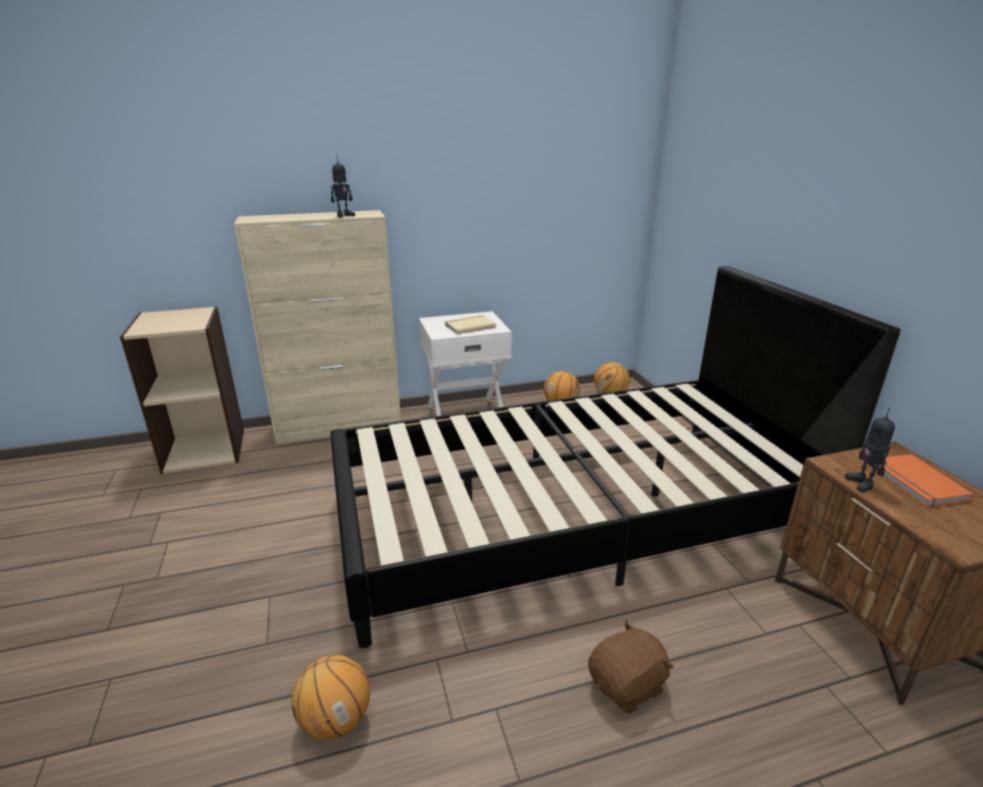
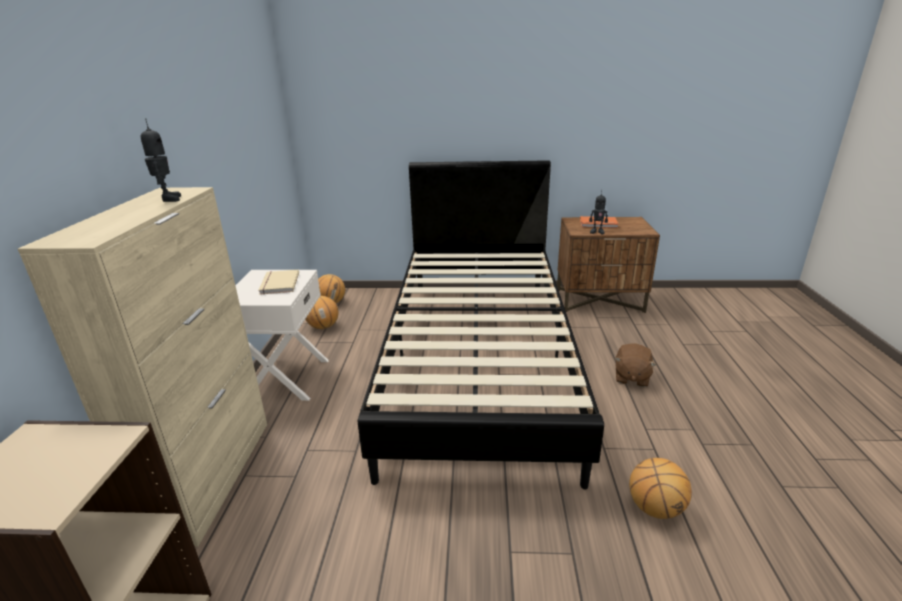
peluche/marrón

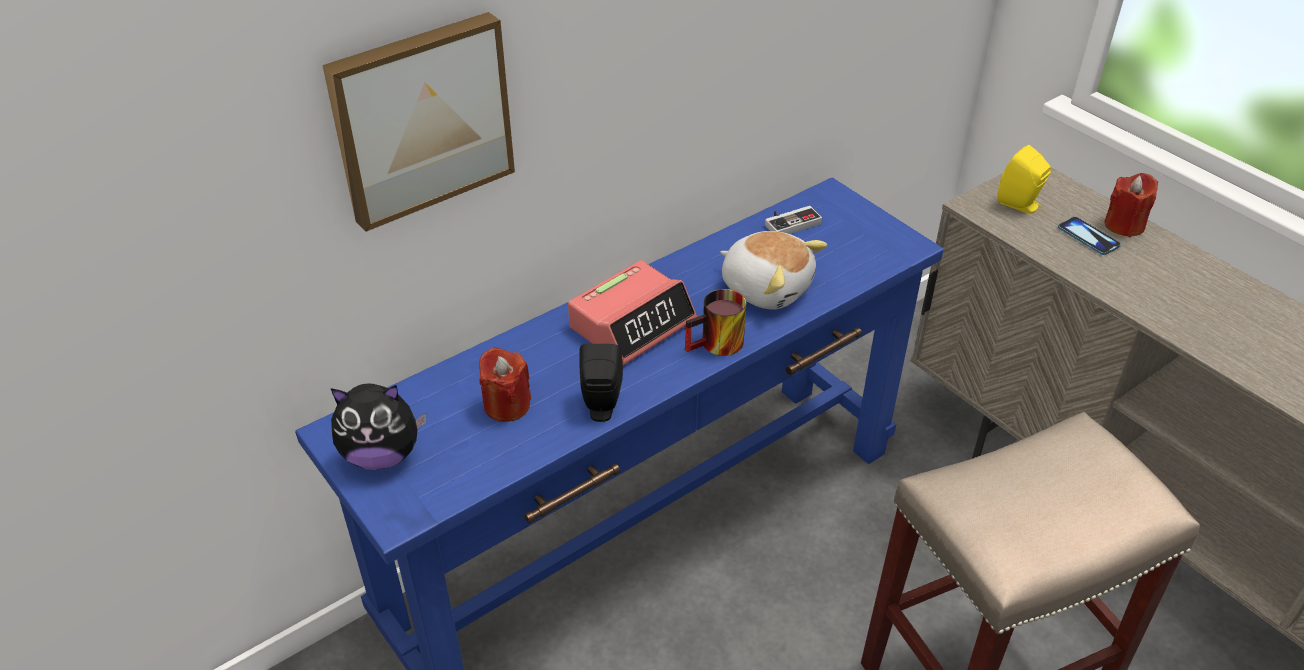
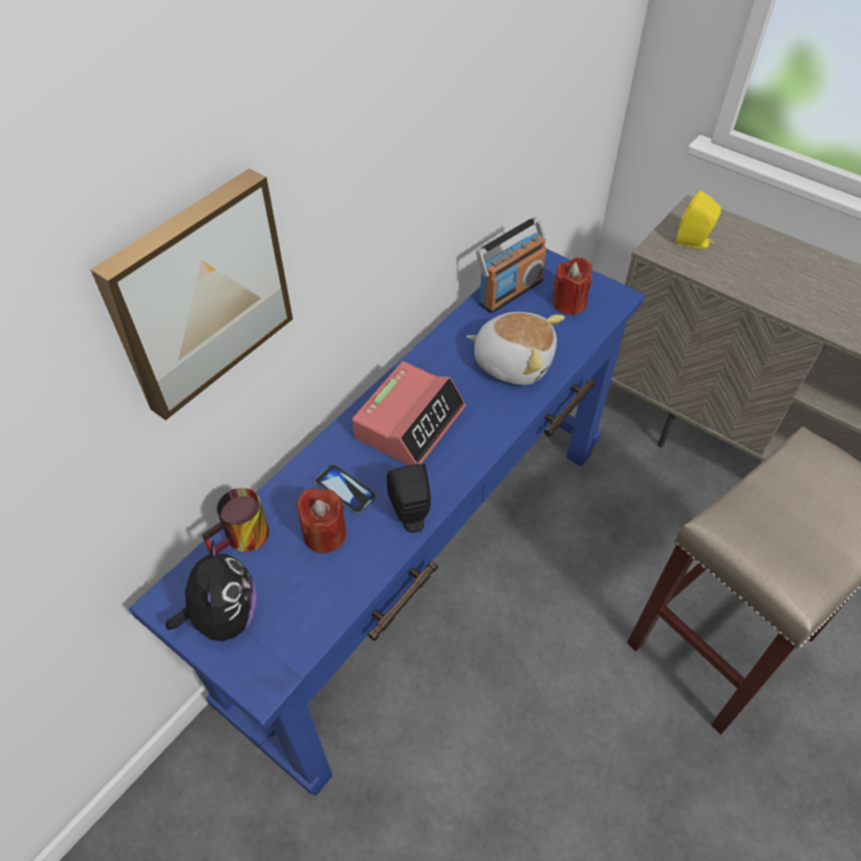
vela/rojo (2nd from left)
radio
móvil
taza grande
peluche (1st from left)

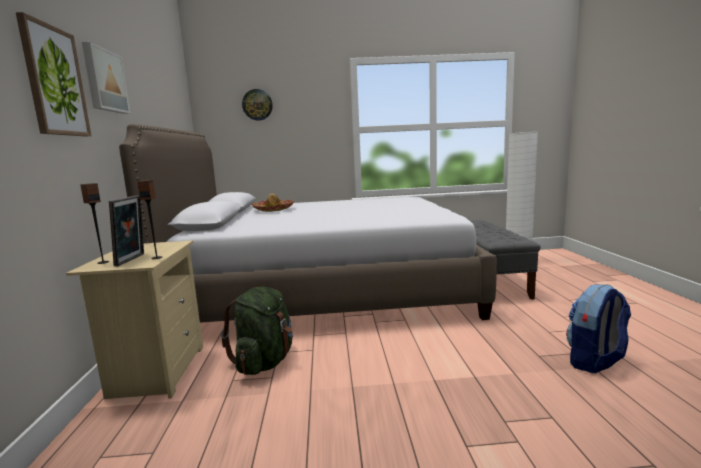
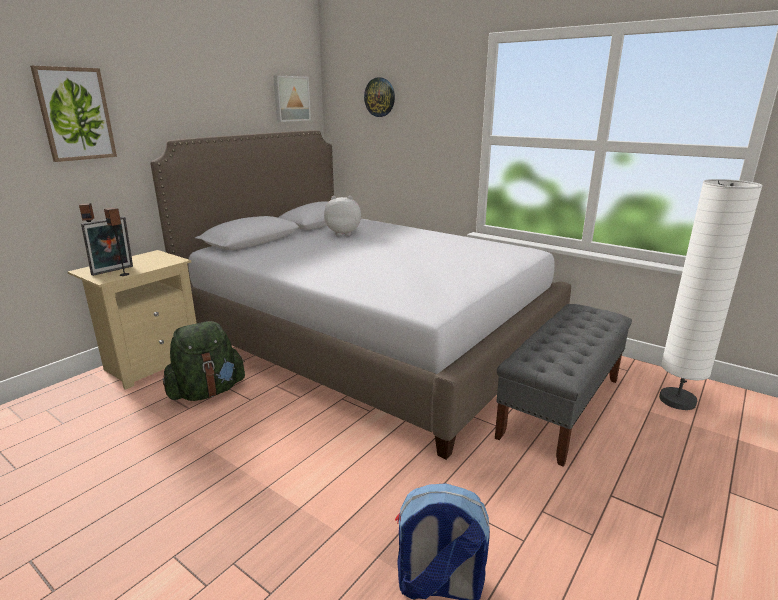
cuadro (2nd from left)
peluche

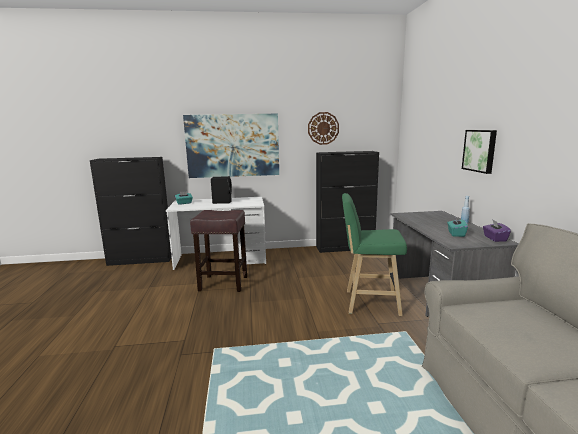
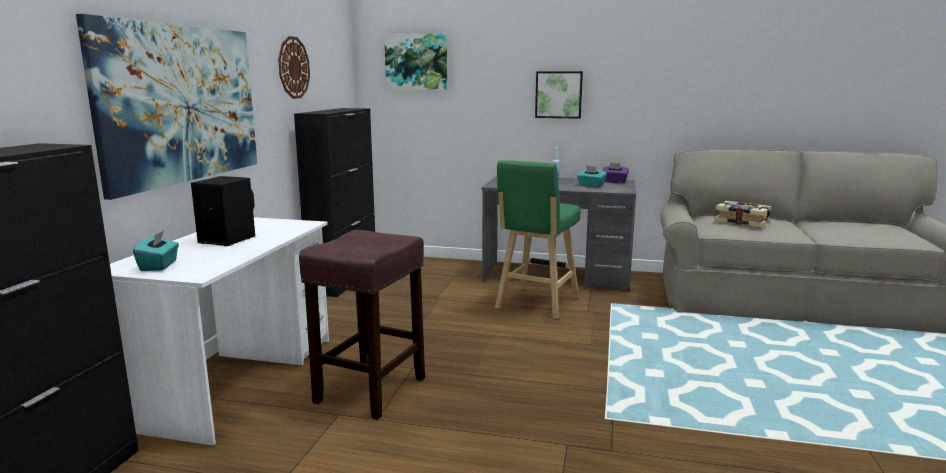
cuadro (2nd from left)
libro

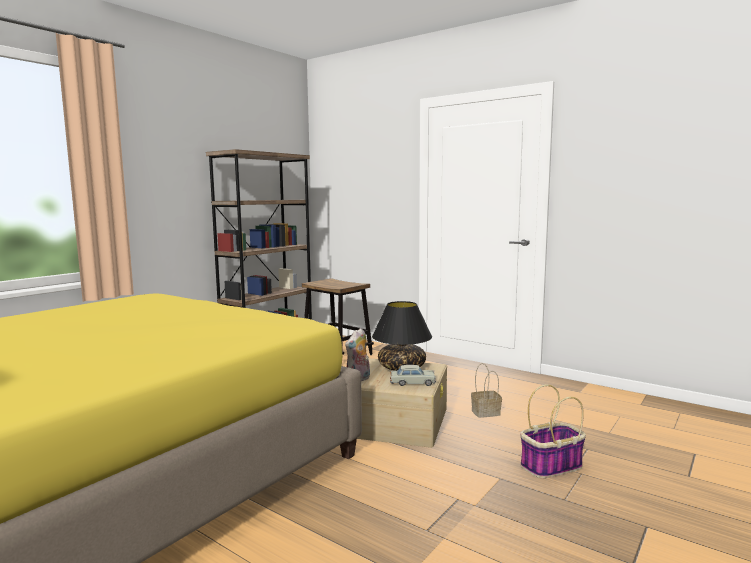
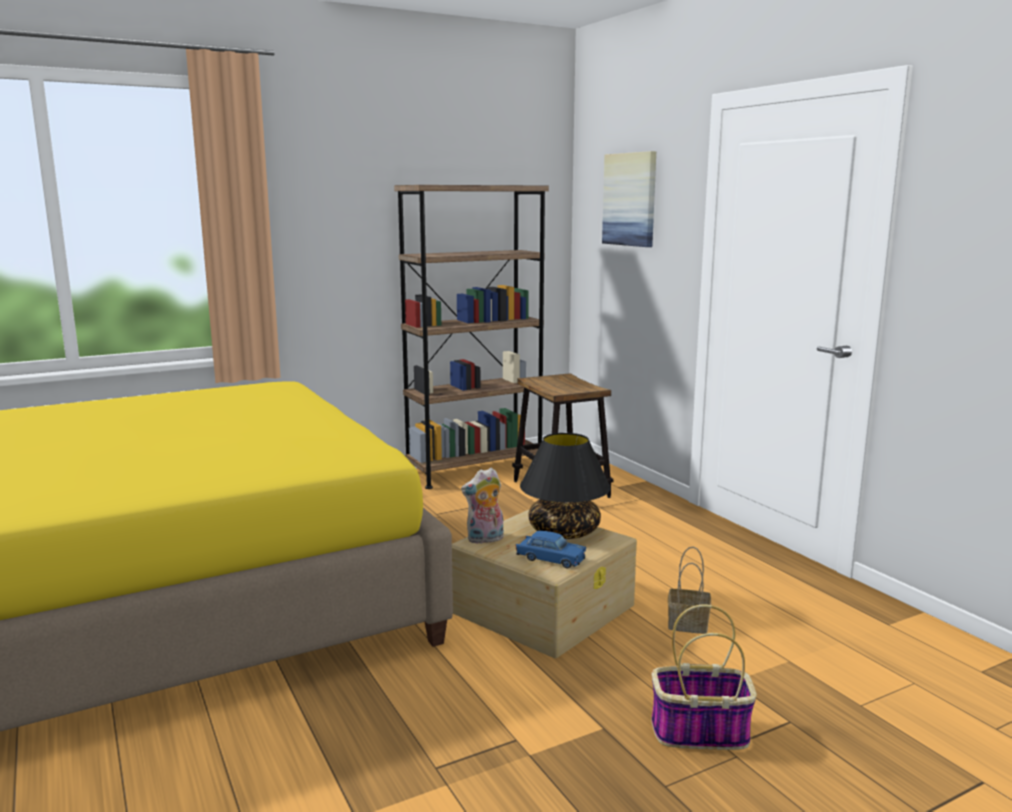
coche de juguete/azul
cuadro

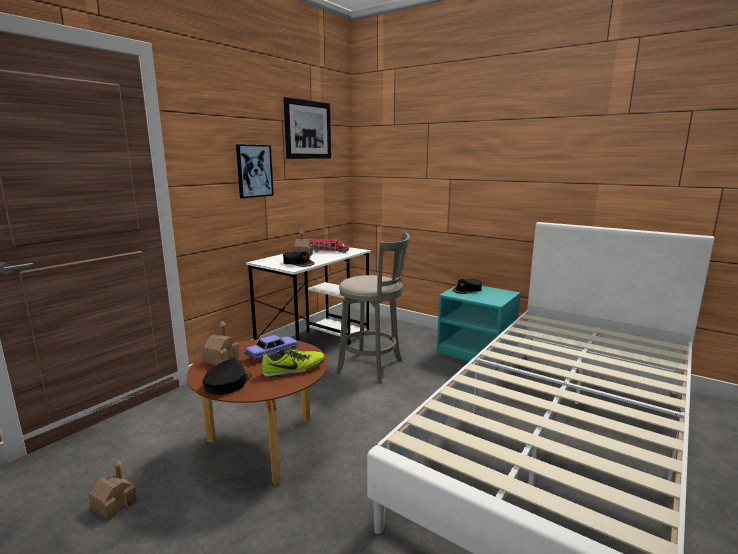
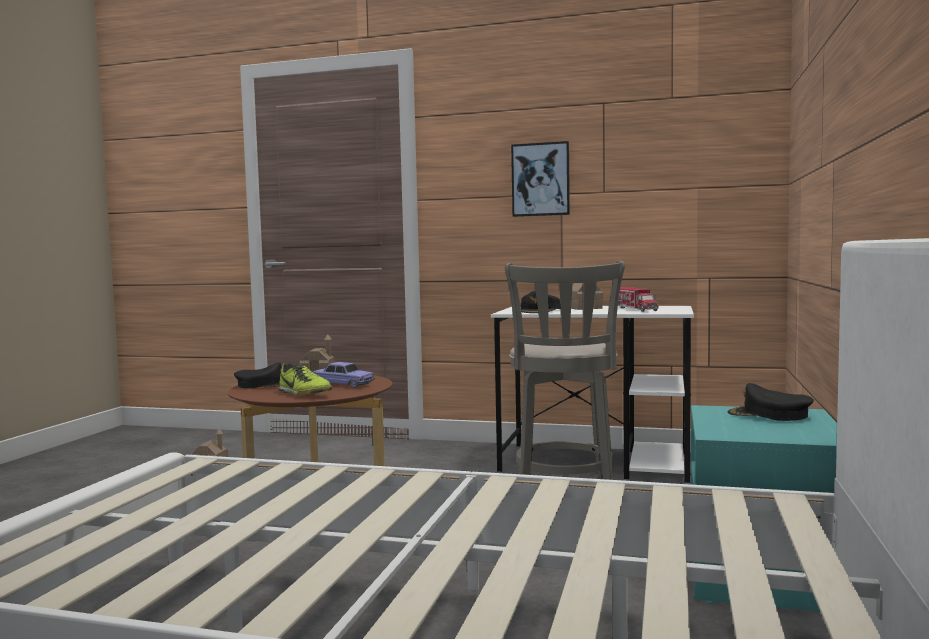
cuadro (2nd from left in the first image)

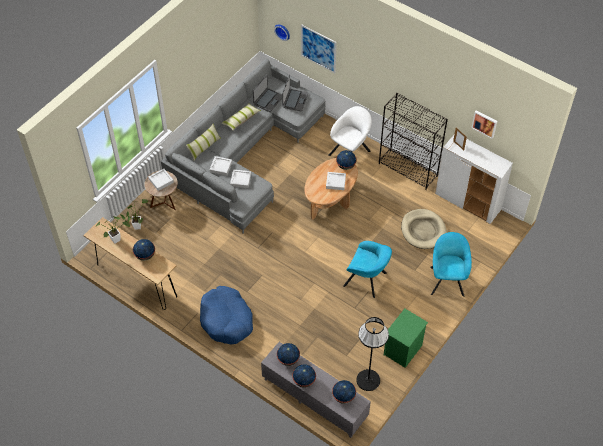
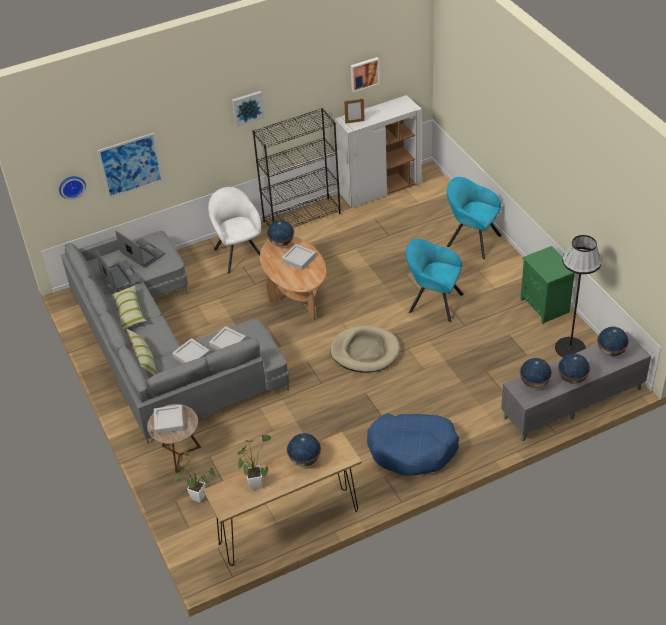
cama para perro/beis
sillón/turquesa (1st from left)
cuadro (2nd from left)

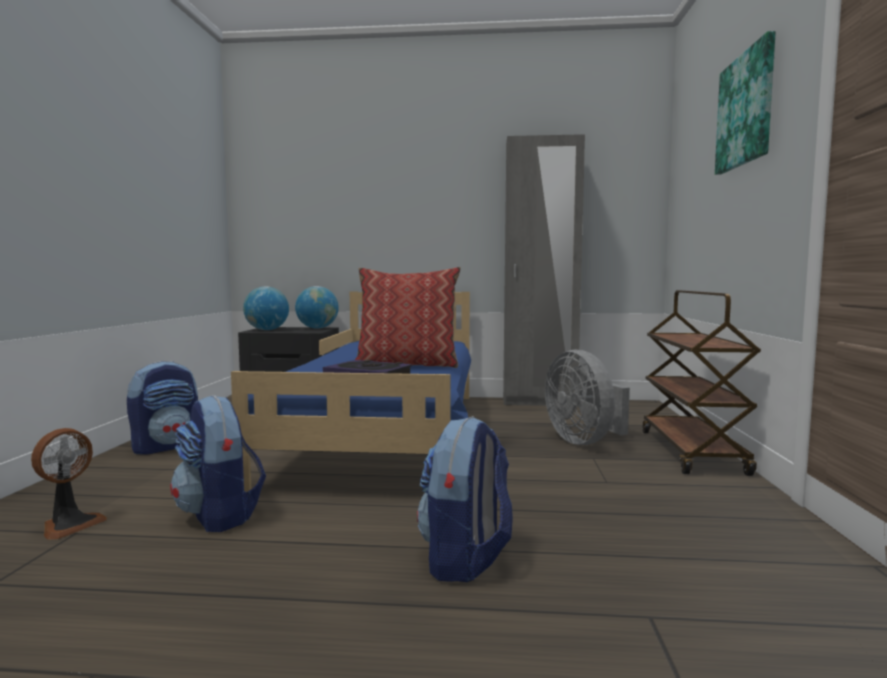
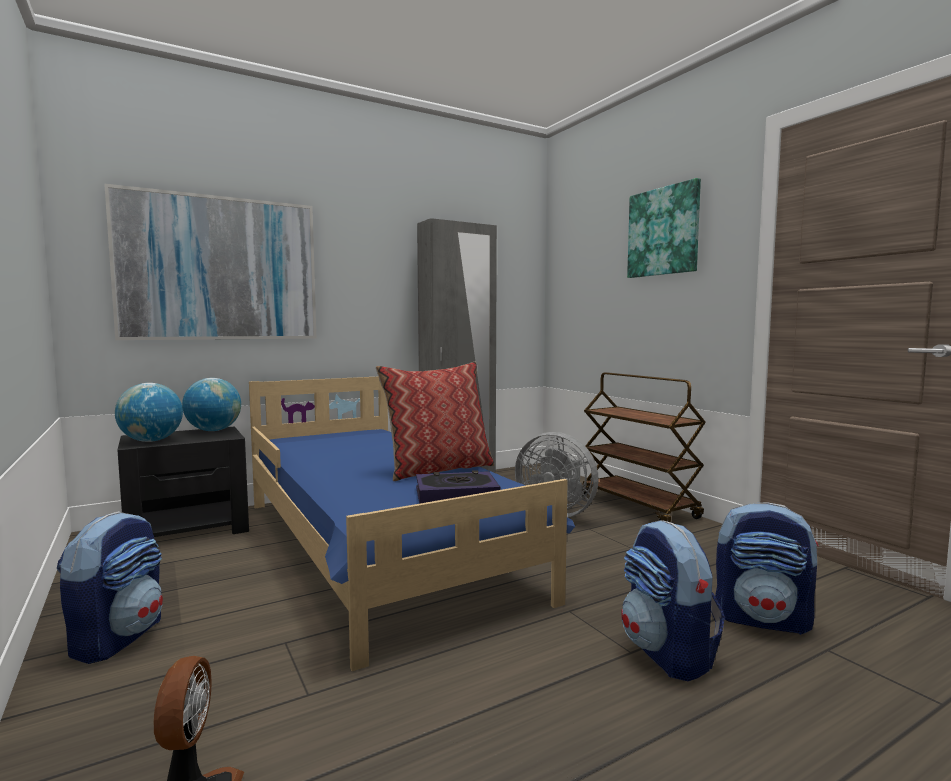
mochila (3rd from left)
cuadro (1st from left)

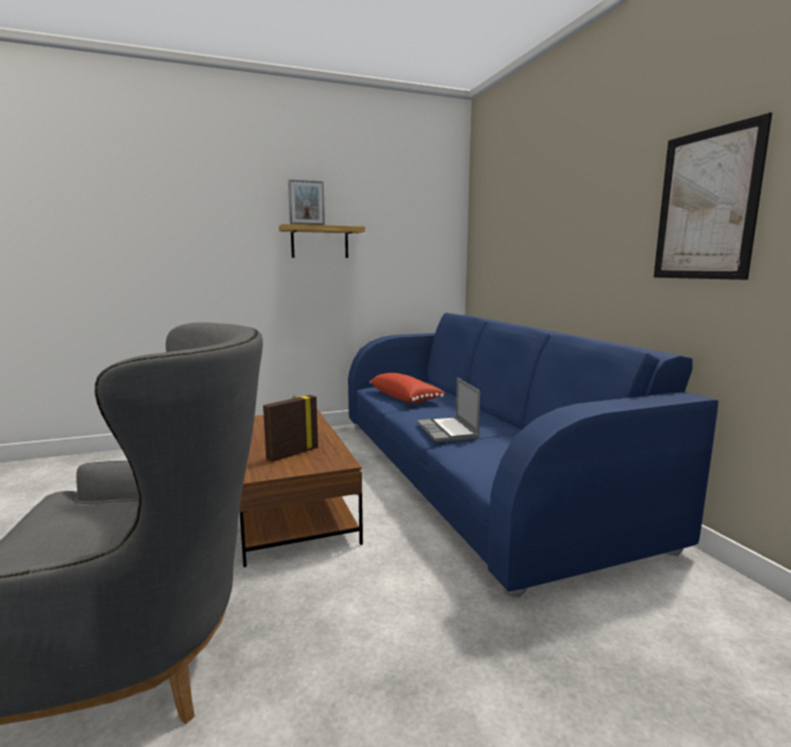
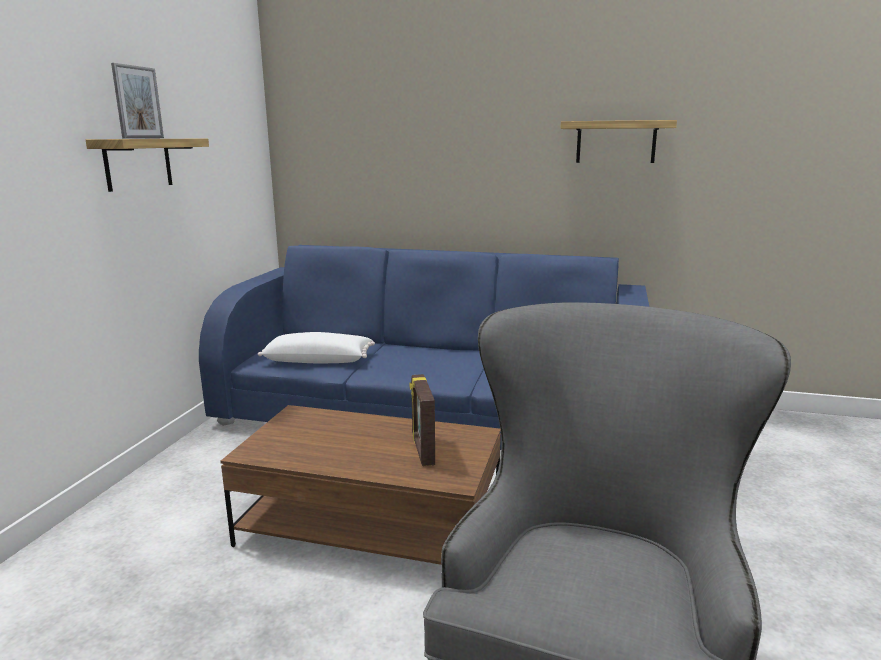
estante (2nd from left)
cojín/blanco
portátil

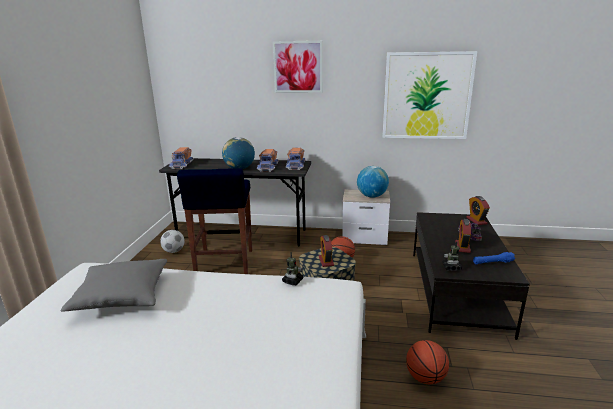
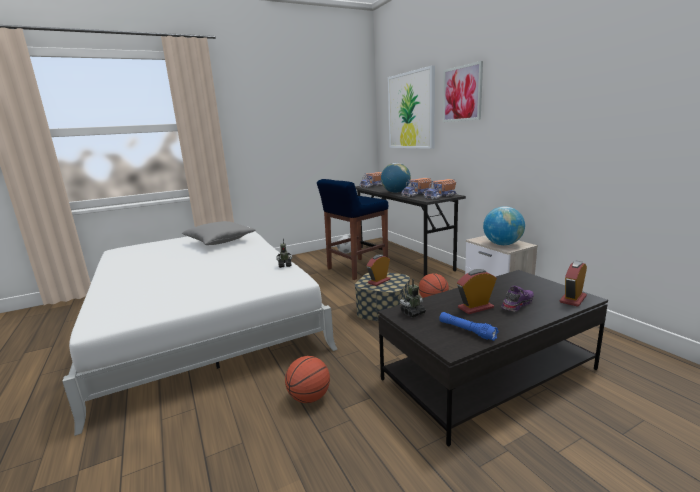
cuadro (1st from left)

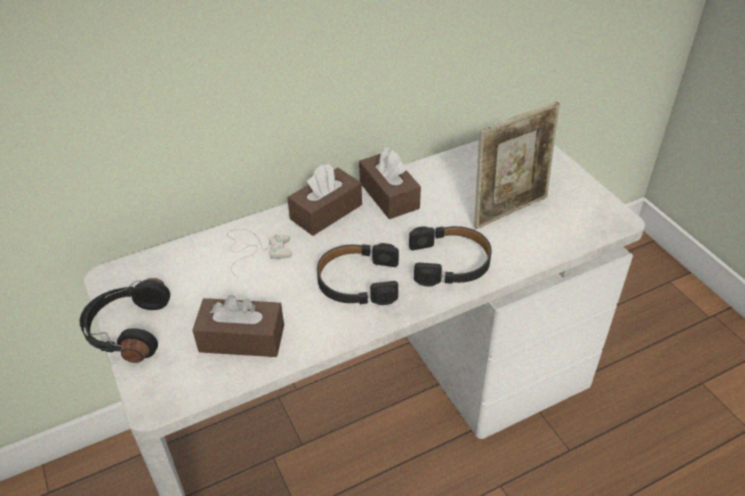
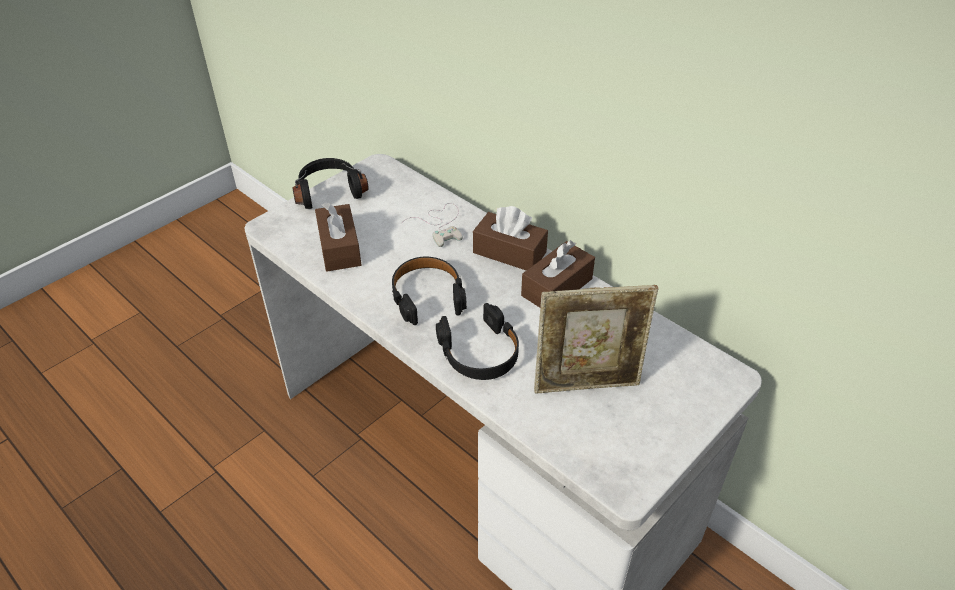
portarretratos

